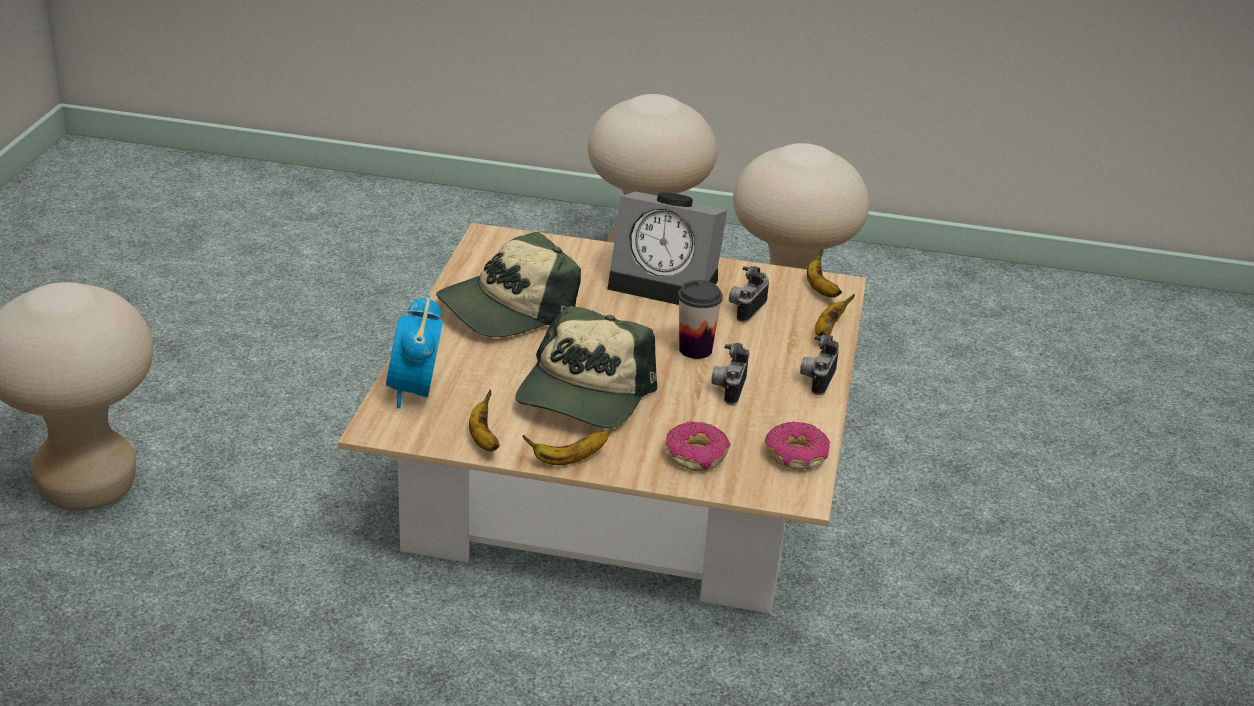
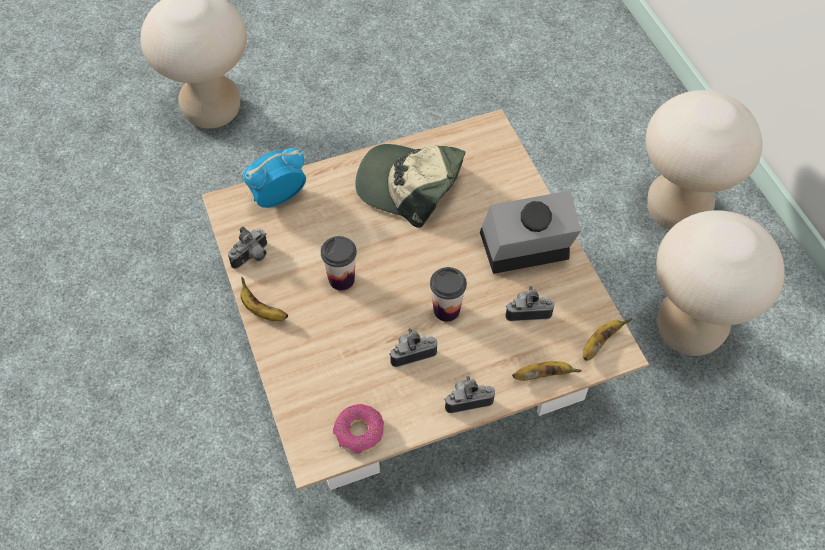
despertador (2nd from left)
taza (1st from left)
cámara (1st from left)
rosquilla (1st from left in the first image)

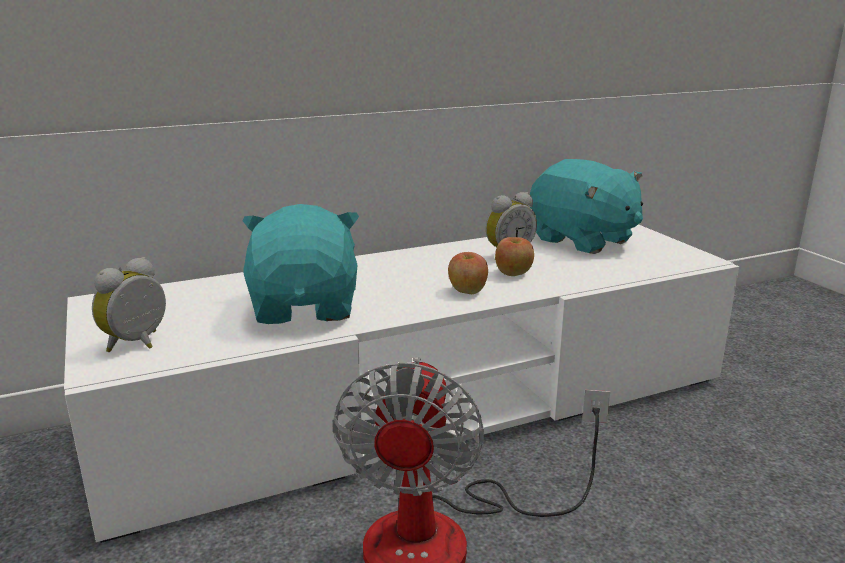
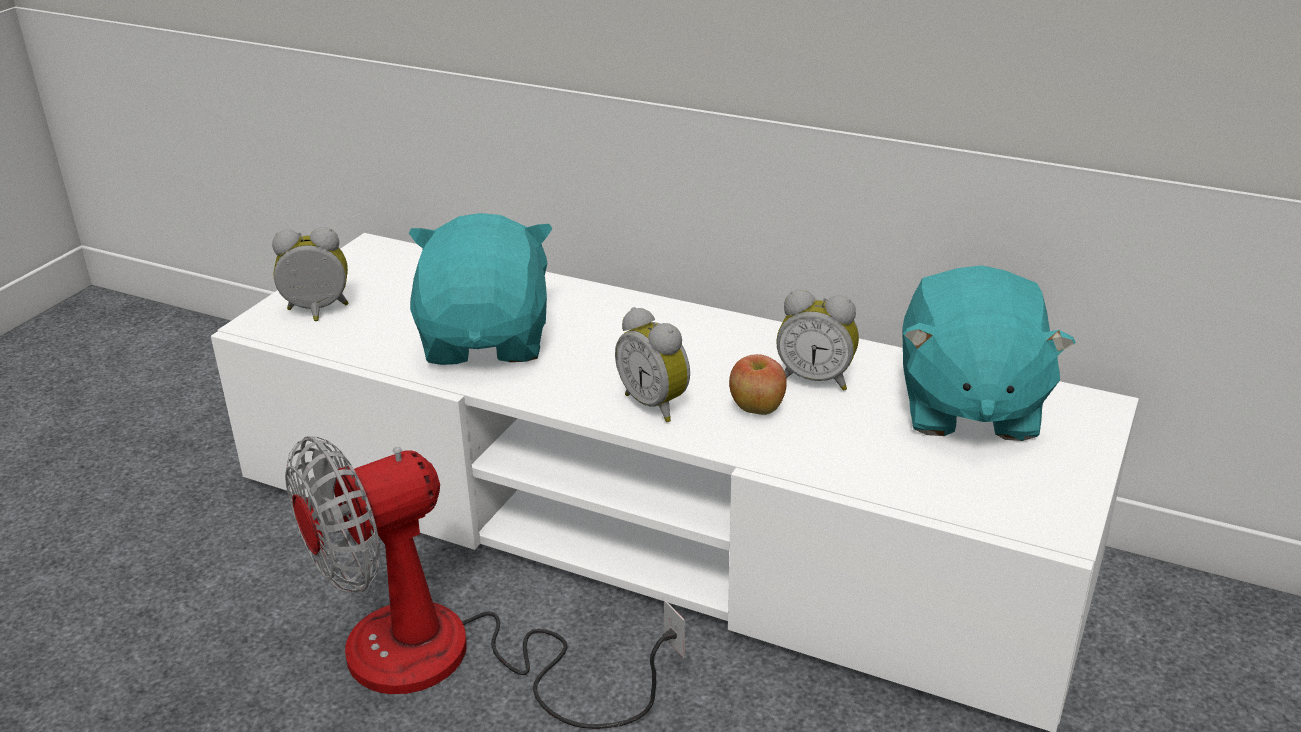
peluche/turquesa (1st from left)
despertador (2nd from left)

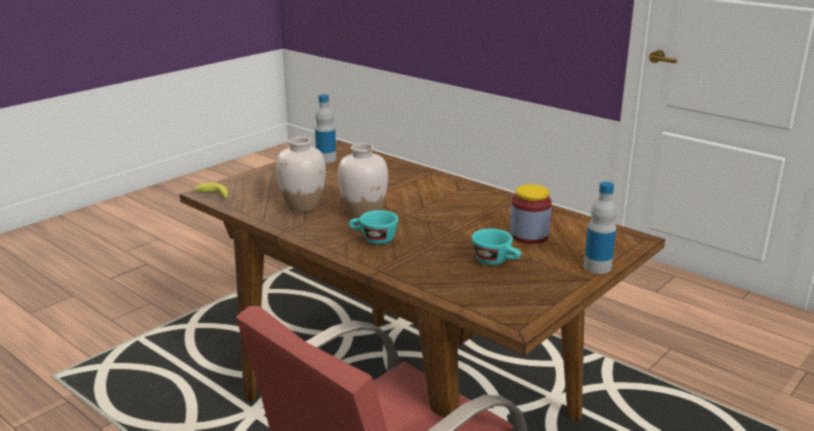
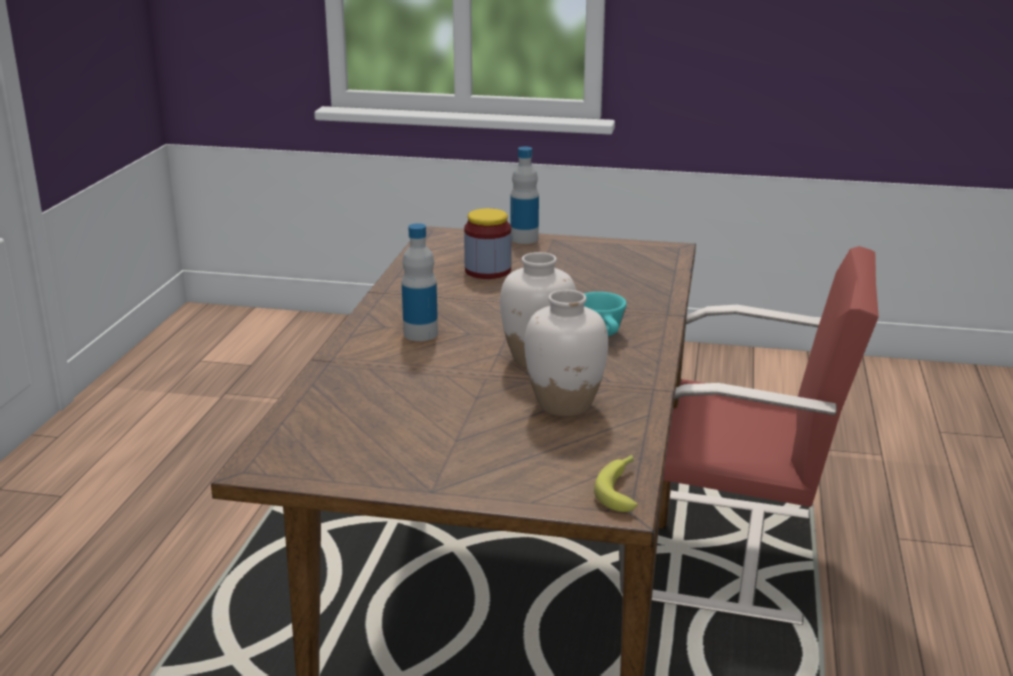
botella (1st from left)
taza/turquesa (2nd from left in the first image)

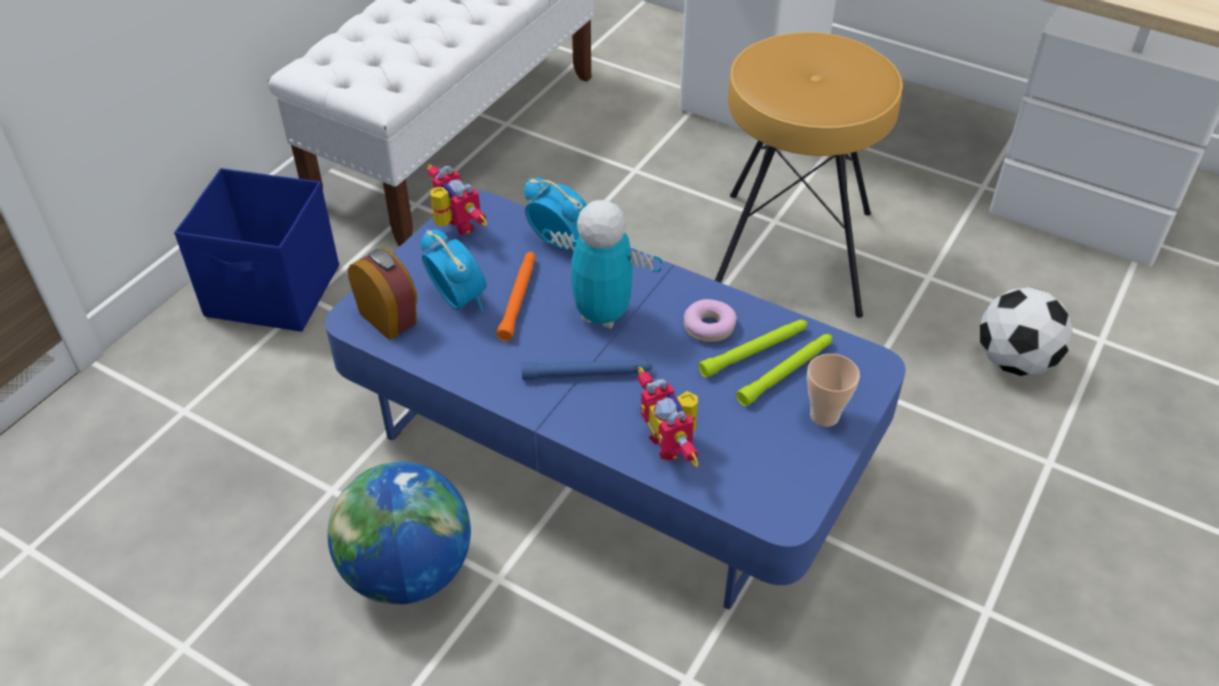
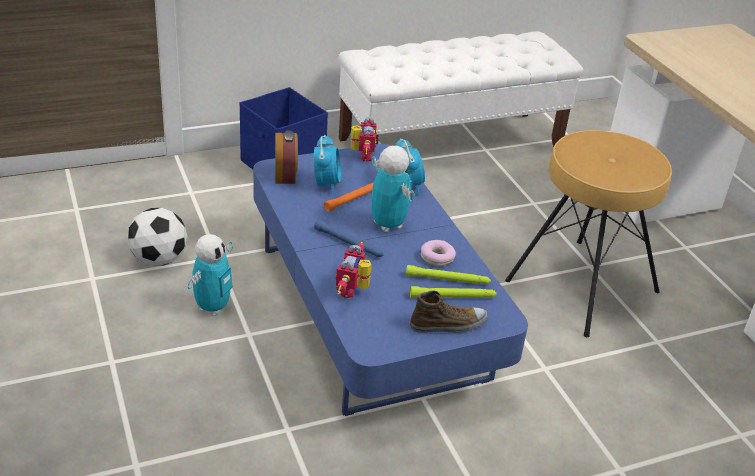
balón de fútbol
zapato
robot de juguete (1st from left)

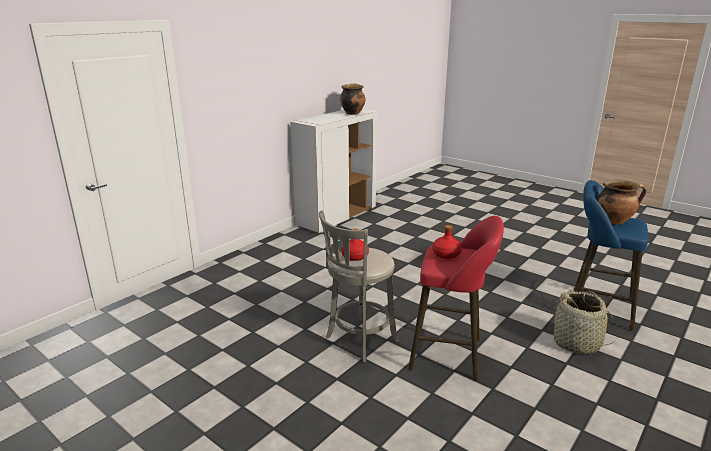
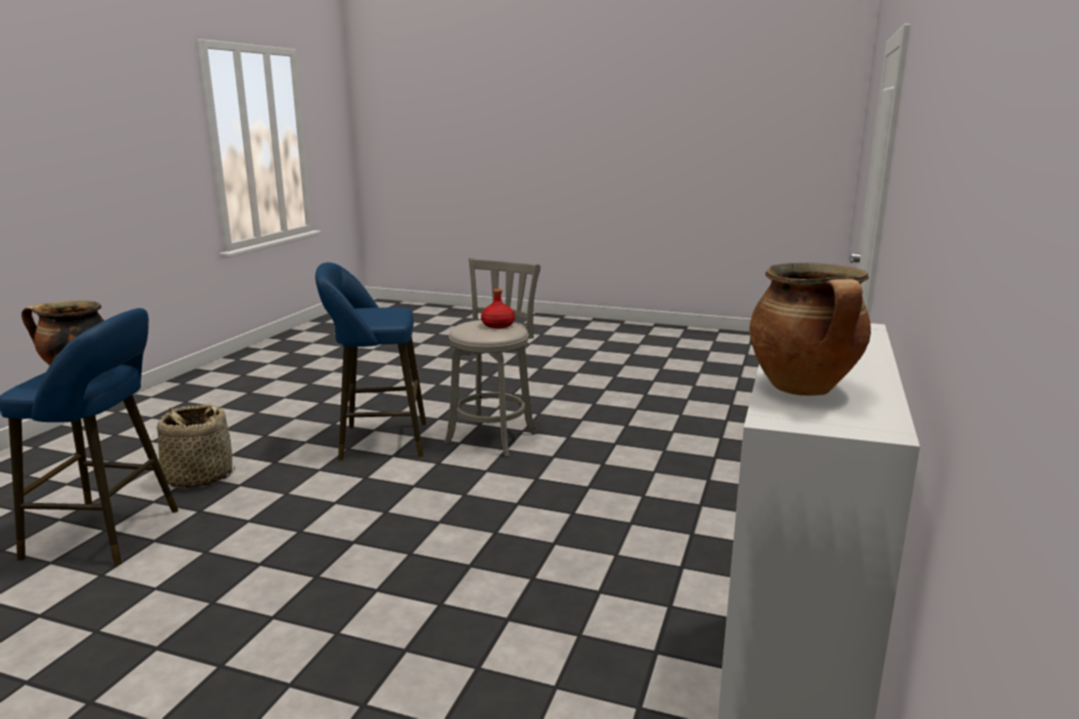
taburete/azul (2nd from left)
botella/rojo (2nd from left in the first image)

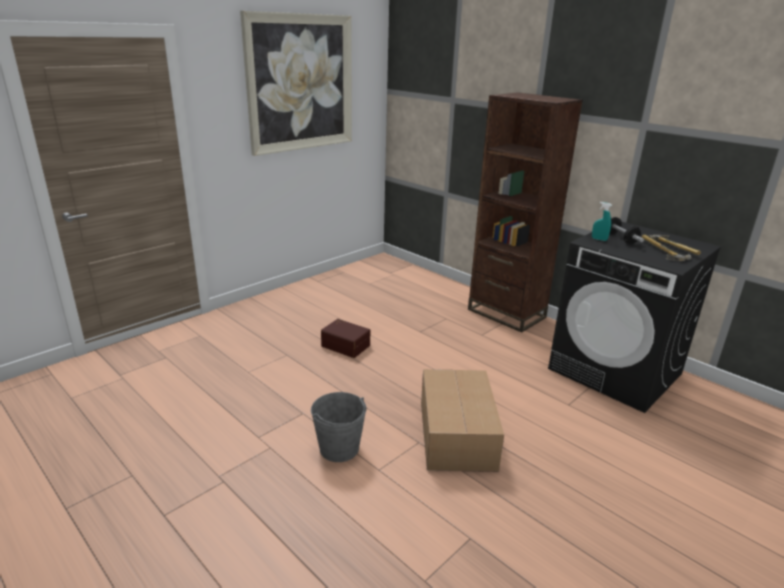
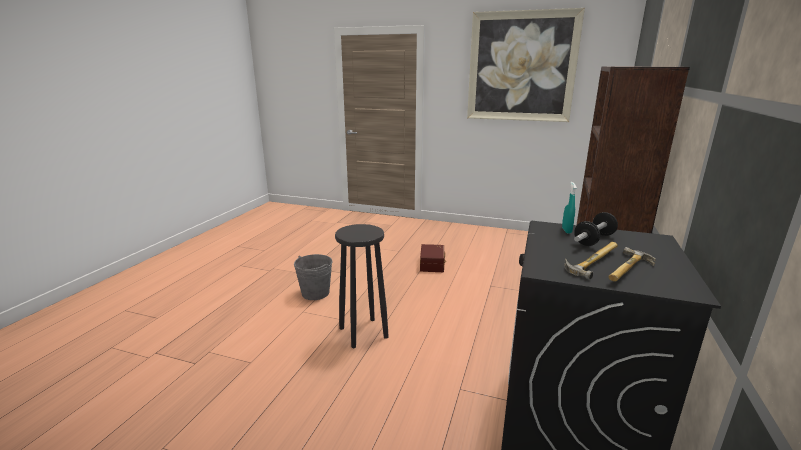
taburete/negro

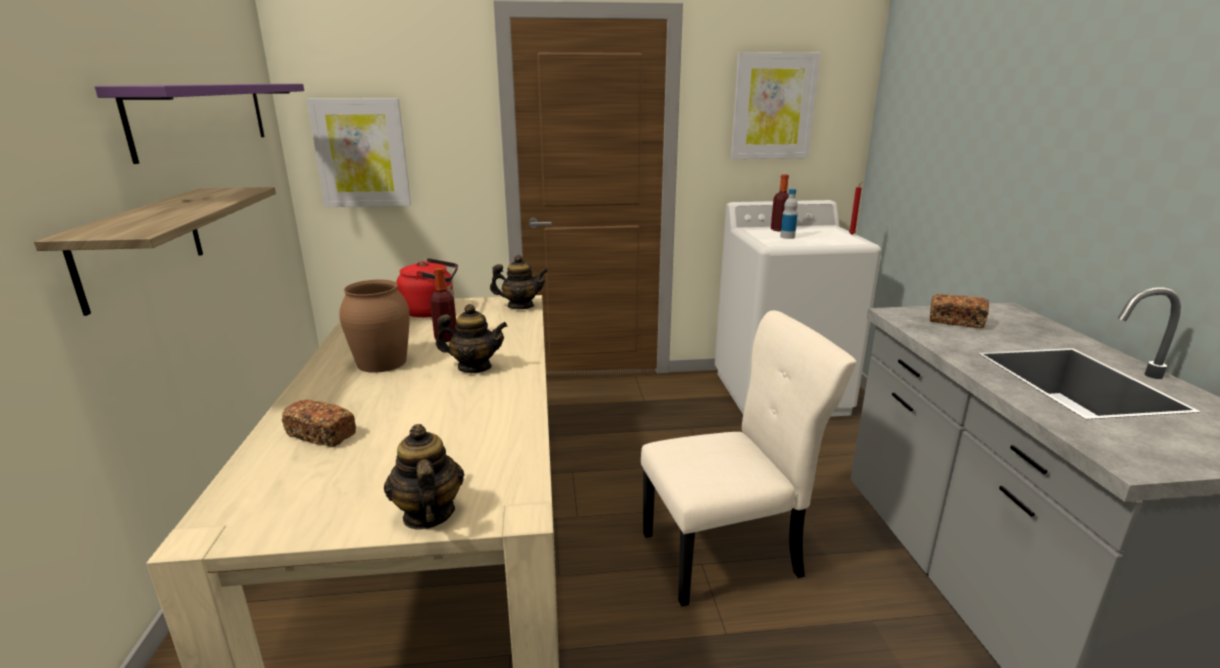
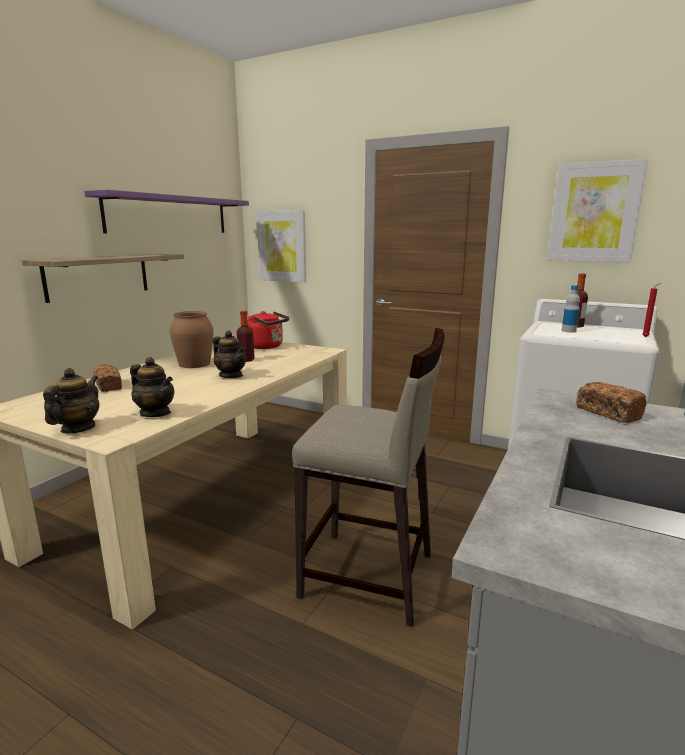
tetera (2nd from left)
taburete/beis

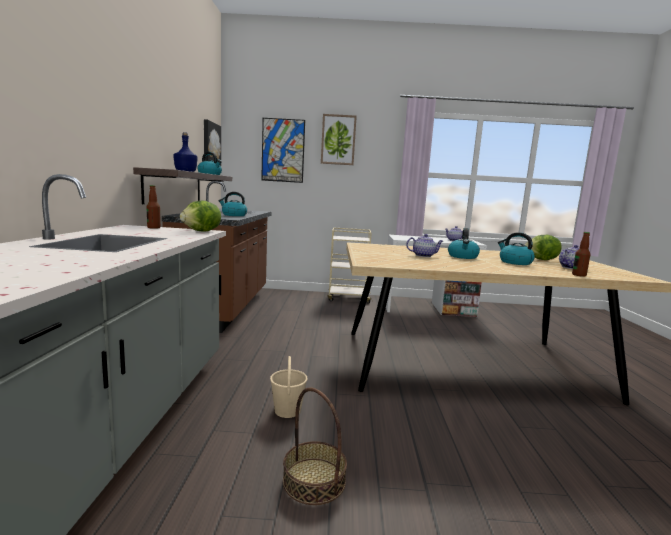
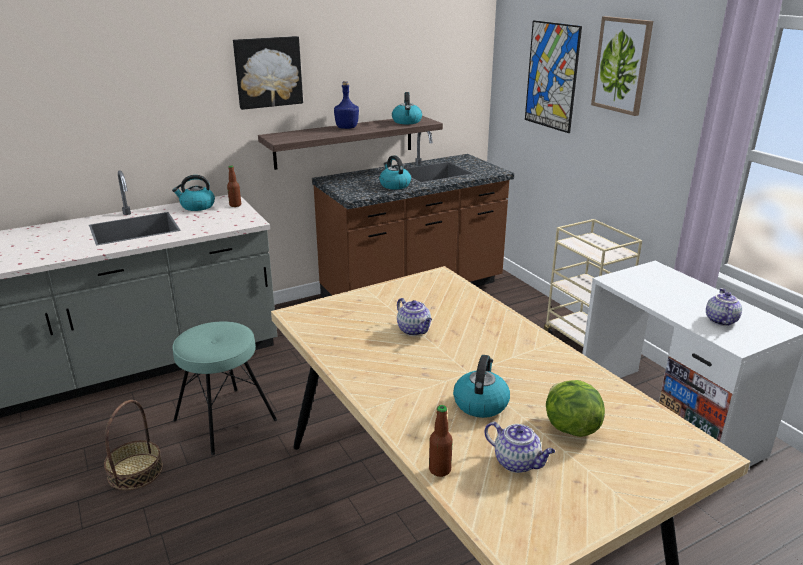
cuadro (1st from left)
lechuga (1st from left in the first image)
hervidor (1st from left)
taburete/turquesa

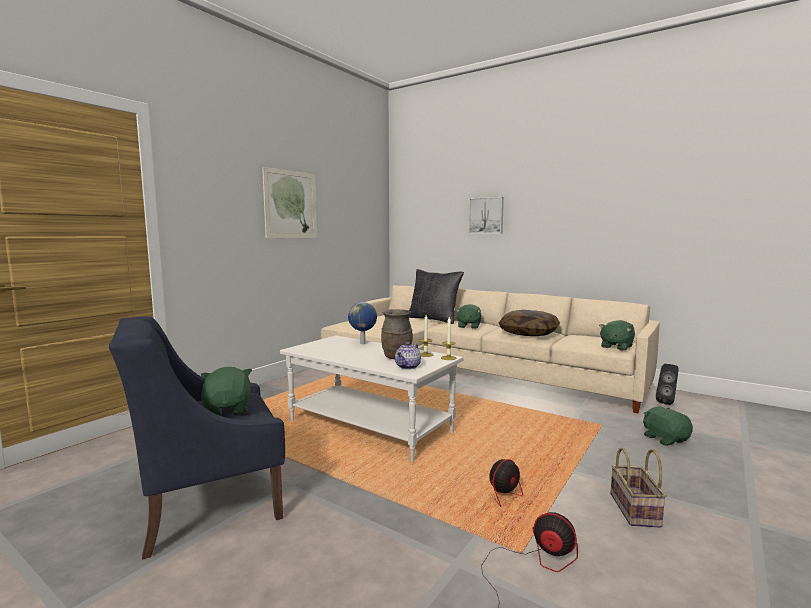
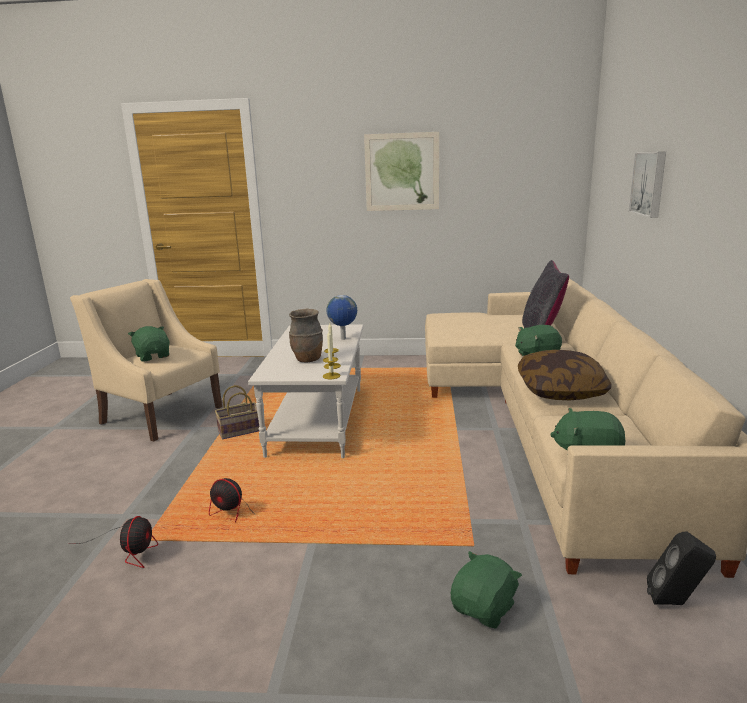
sillón/beis
tetera
peluche/verde (1st from left)
cesta

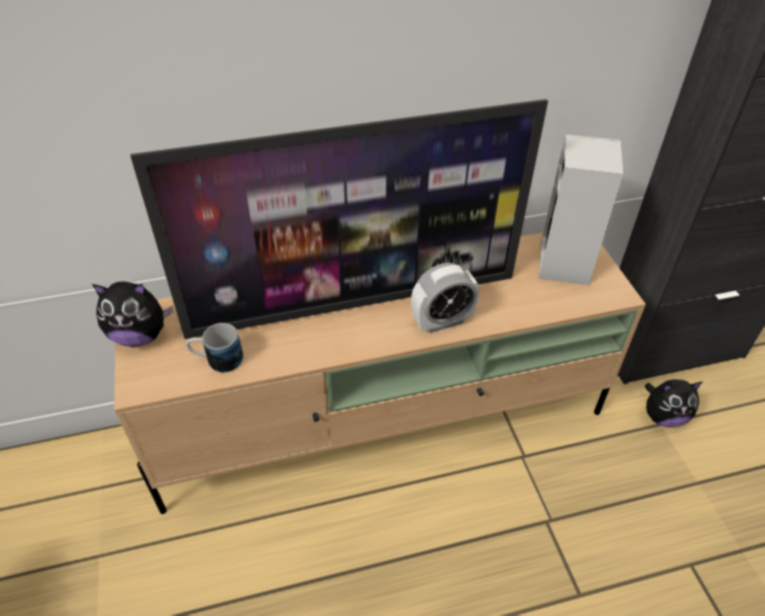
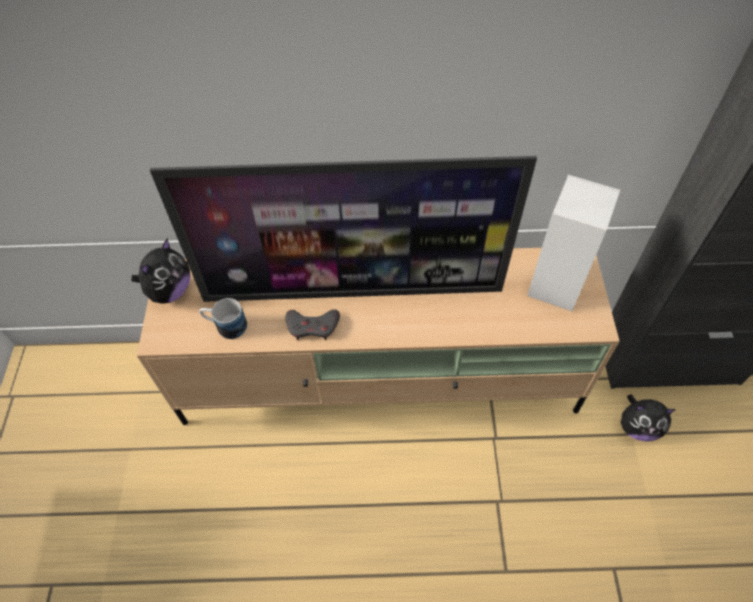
despertador
peluche (1st from left)
mando de consola/gris

